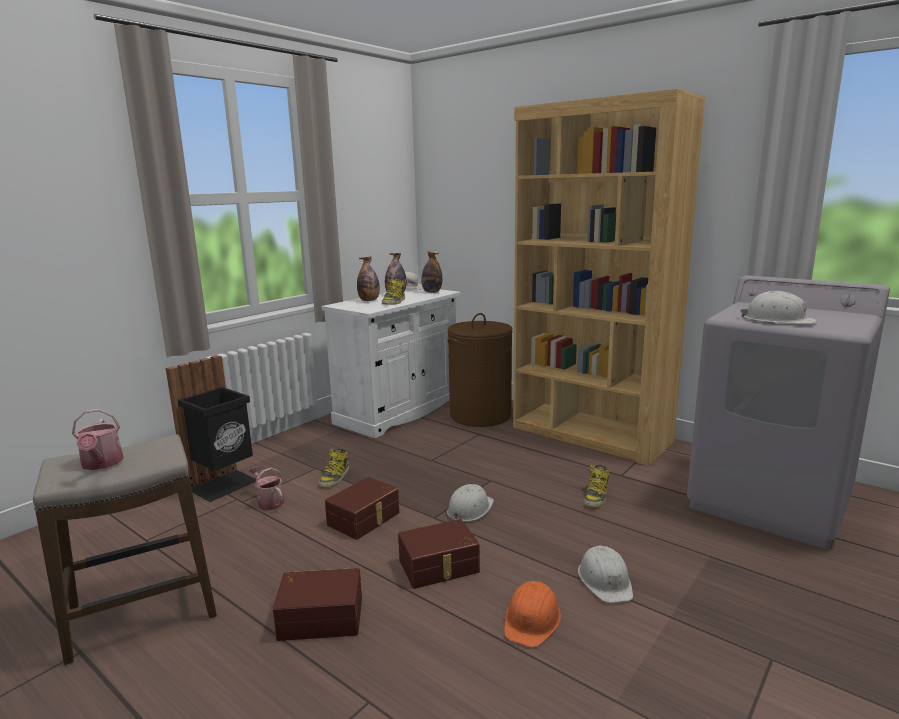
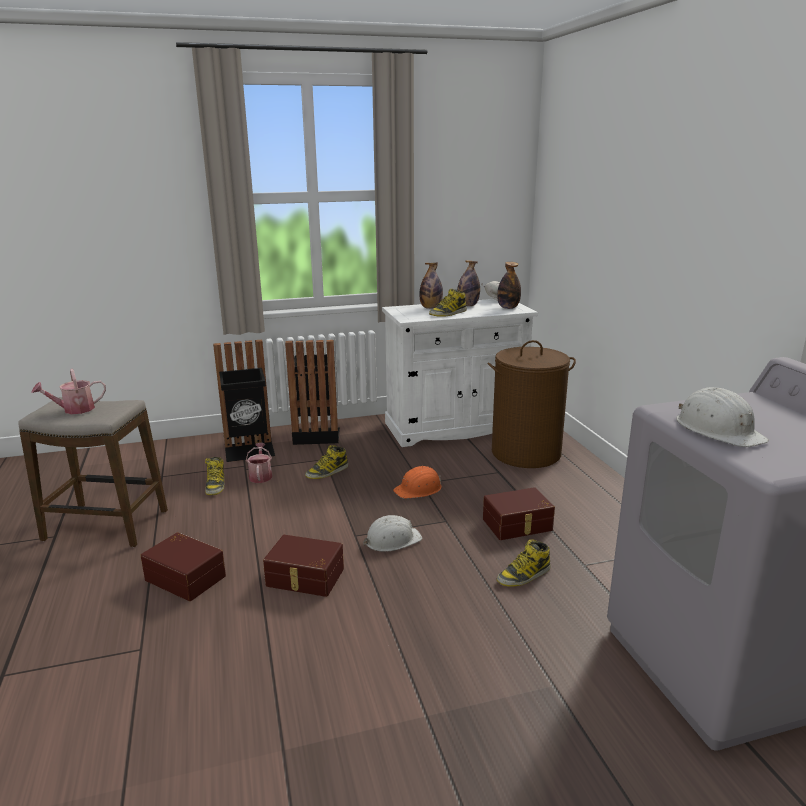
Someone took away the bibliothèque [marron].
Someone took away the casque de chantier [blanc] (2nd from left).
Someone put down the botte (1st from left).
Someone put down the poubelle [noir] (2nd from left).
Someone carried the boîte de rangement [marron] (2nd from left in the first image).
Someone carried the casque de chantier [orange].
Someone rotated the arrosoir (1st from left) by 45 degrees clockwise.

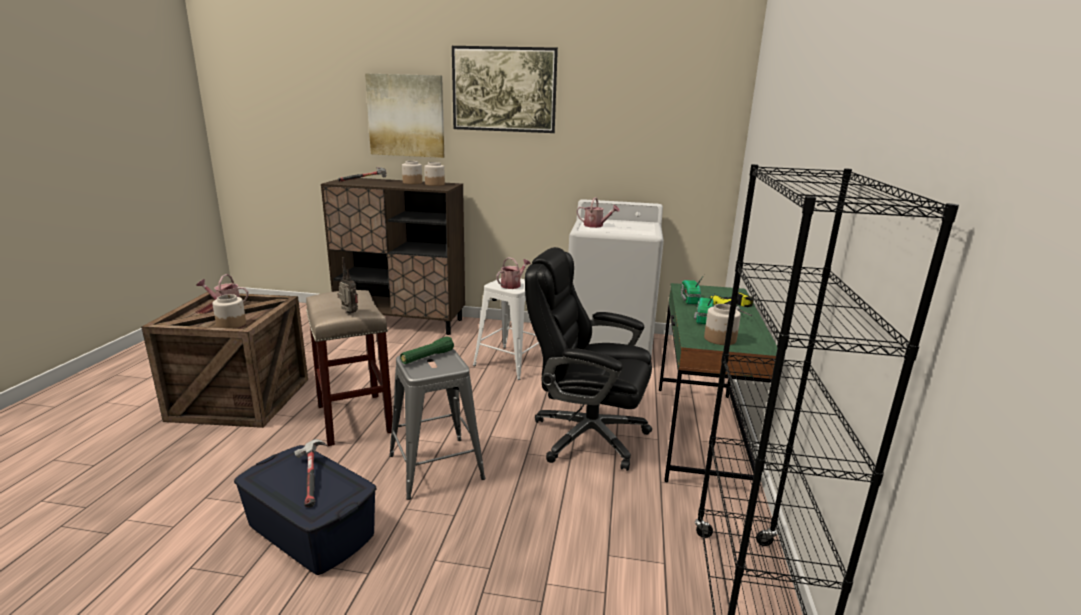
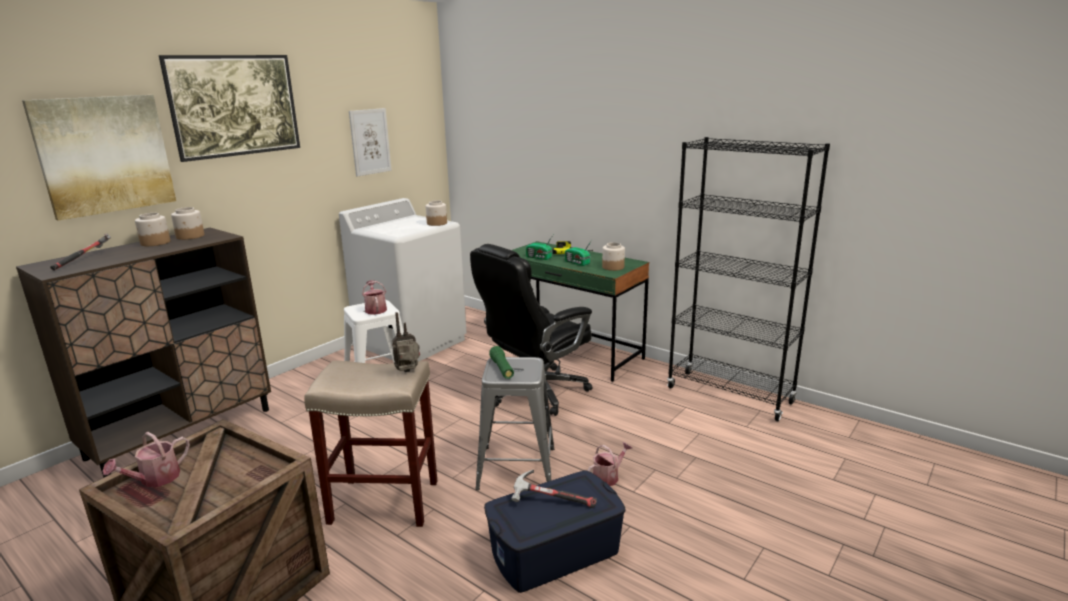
Someone put up the tableau (3rd from left).
Someone carried the bocal (1st from left in the first image).
Someone carried the arrosoir (3rd from left).

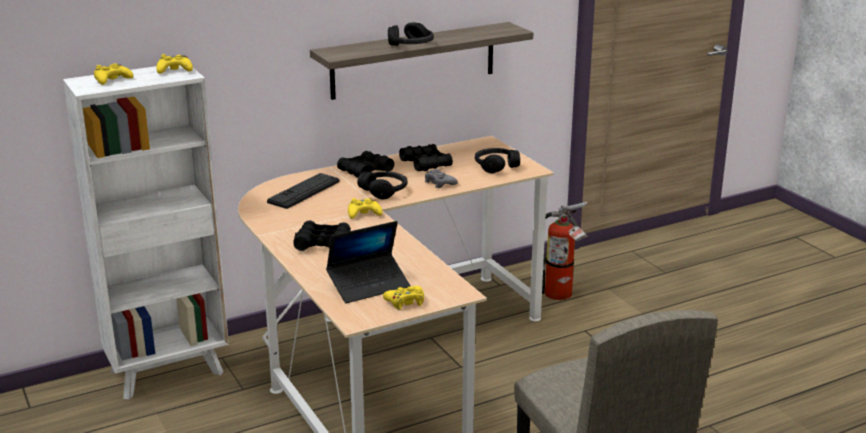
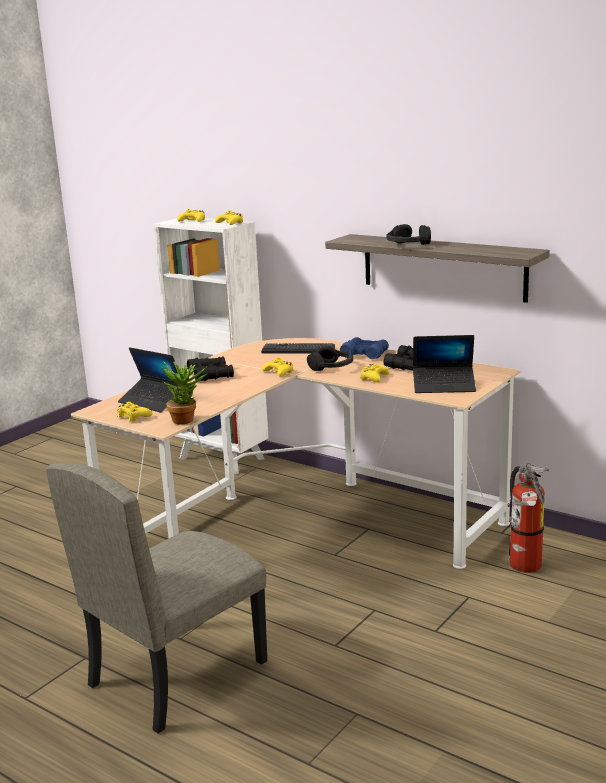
Someone put down the plante en pot.
Someone swapped the casque audio [noir] (3rd from left) for the ordinateur portable (2nd from left).
Someone repainted the jumelles [noir] (2nd from left), which became the jumelles [bleu].
Someone repainted the manette [gris], which became the manette [jaune] (5th from left).

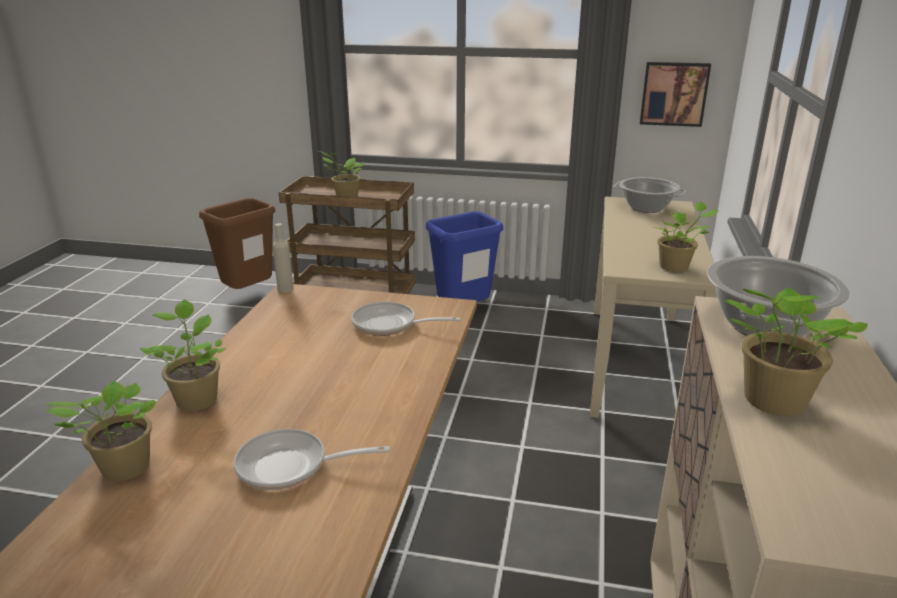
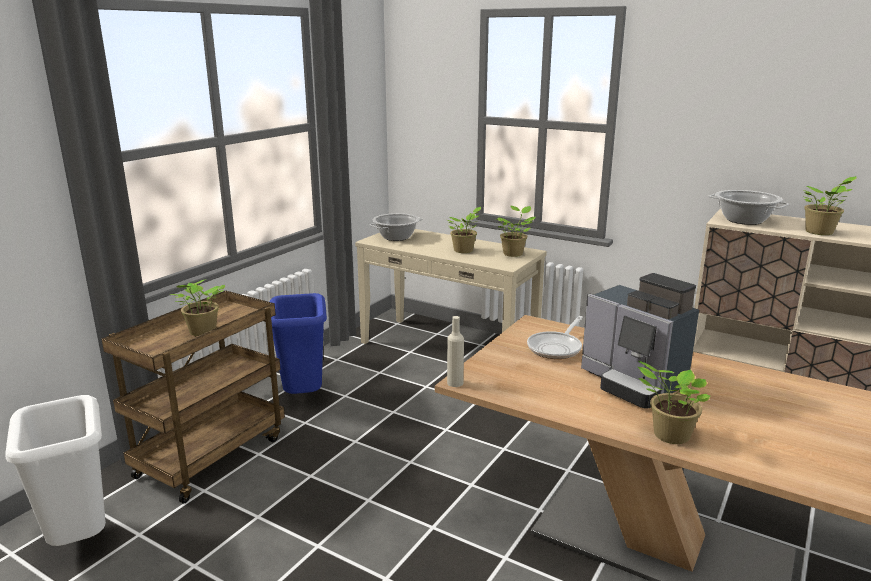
Someone took away the poêle (1st from left).
Someone took away the tableau.
Someone put down the machine à café.
Someone carried the plante en pot (1st from left in the first image).
Someone repainted the poubelle [marron], which became the poubelle [blanc].

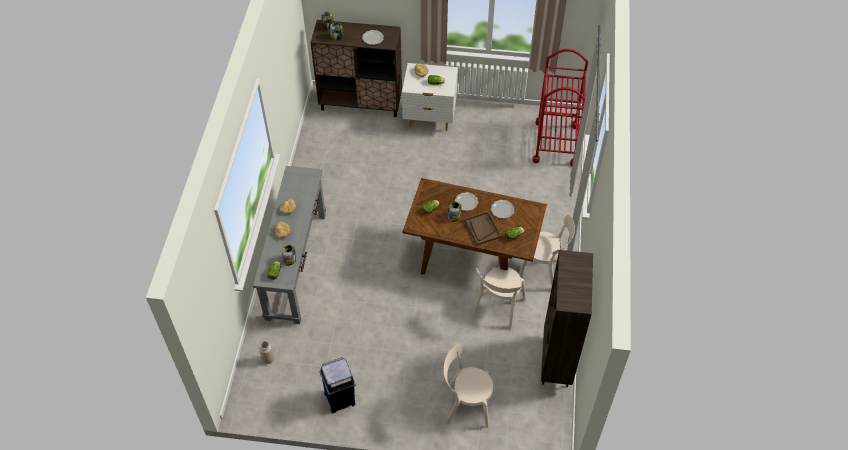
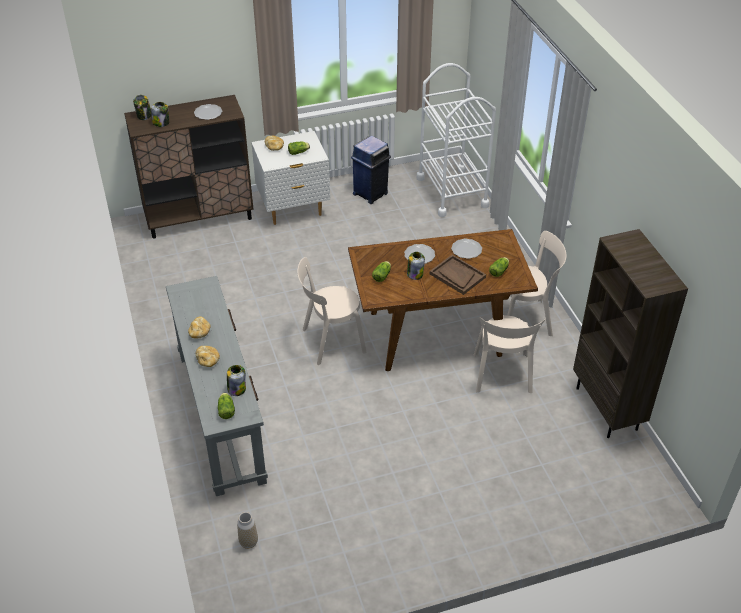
Someone carried the poubelle [bleu].
Someone carried the chaise [beige] (1st from left).
Someone repainted the chariot [rouge], which became the chariot [blanc].

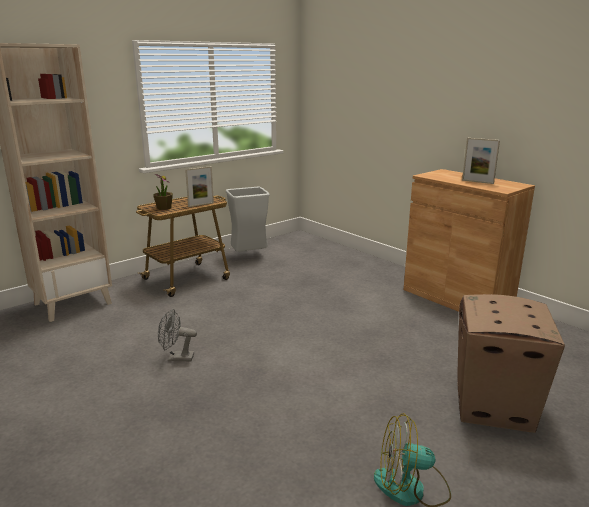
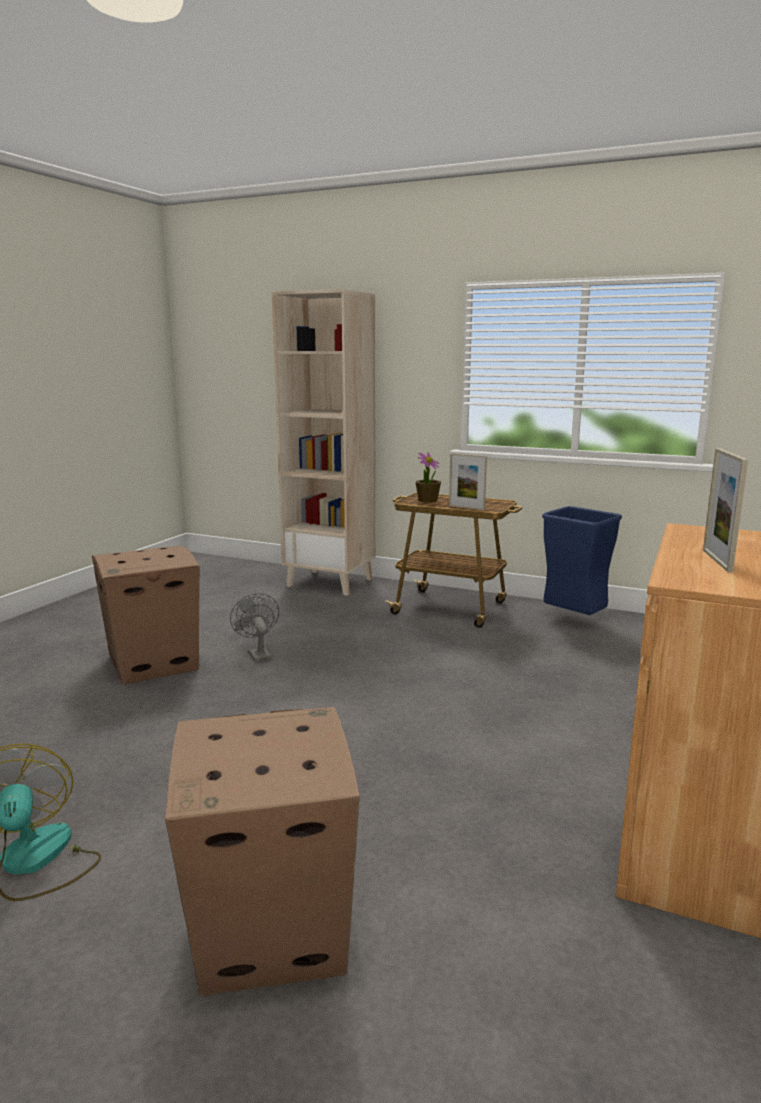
Someone put down the carton (1st from left).
Someone repainted the poubelle [gris], which became the poubelle [bleu].

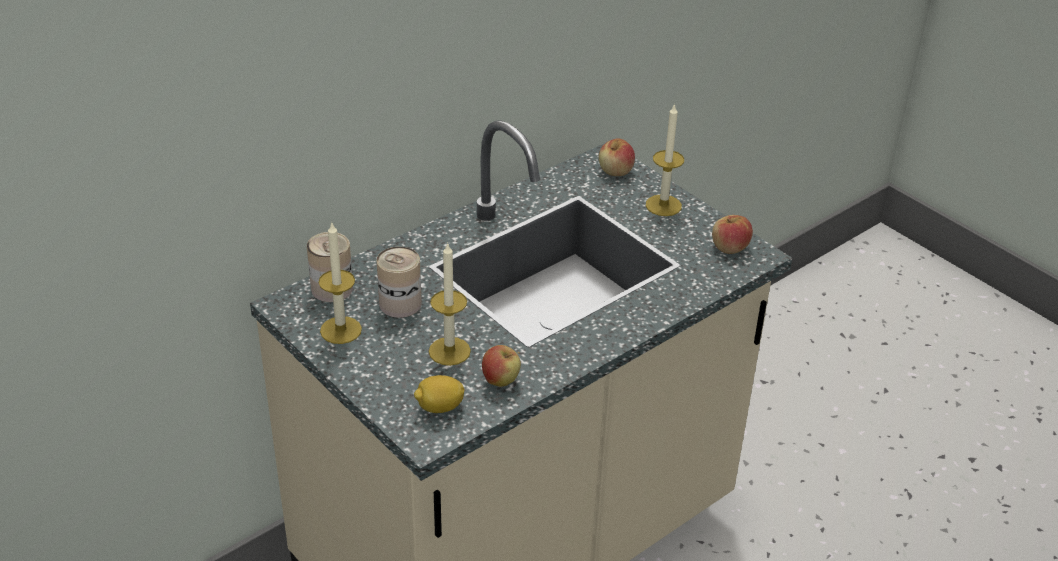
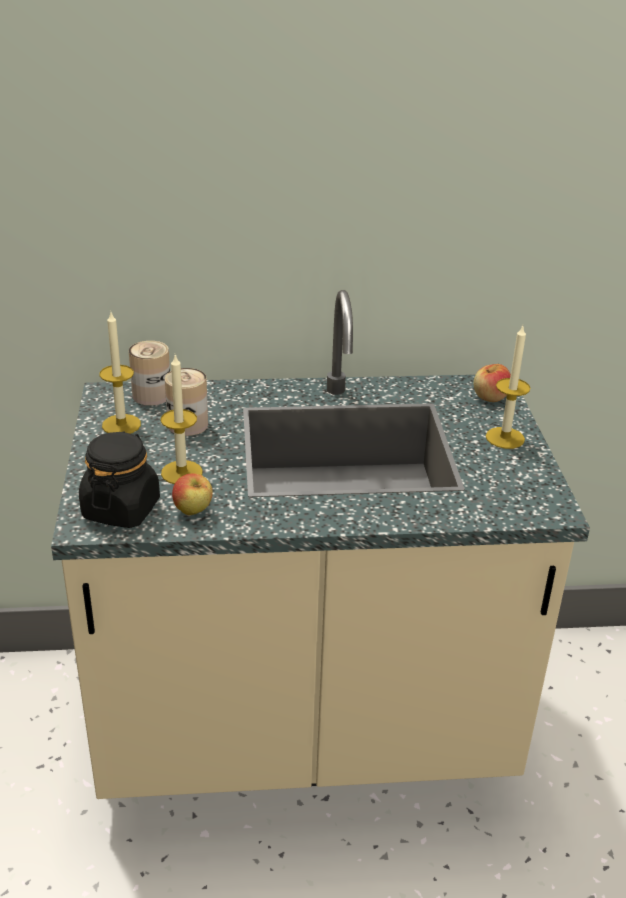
Someone took away the pomme (3rd from left).
Someone swapped the citron for the bocal [noir].

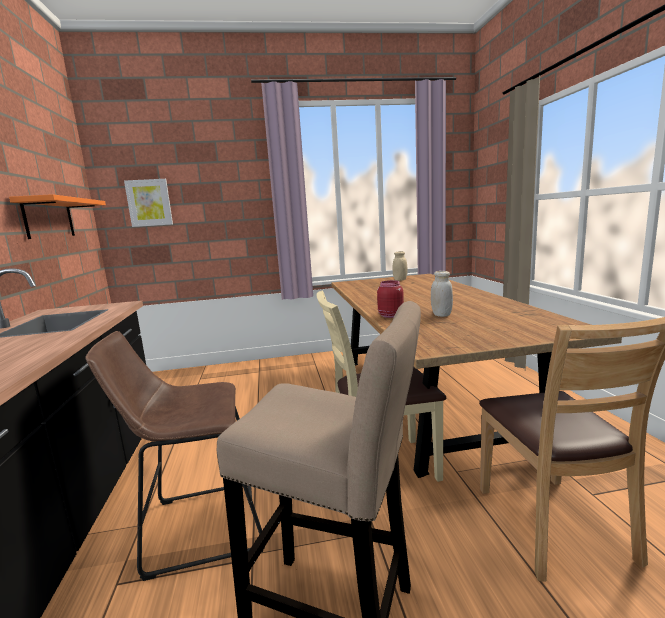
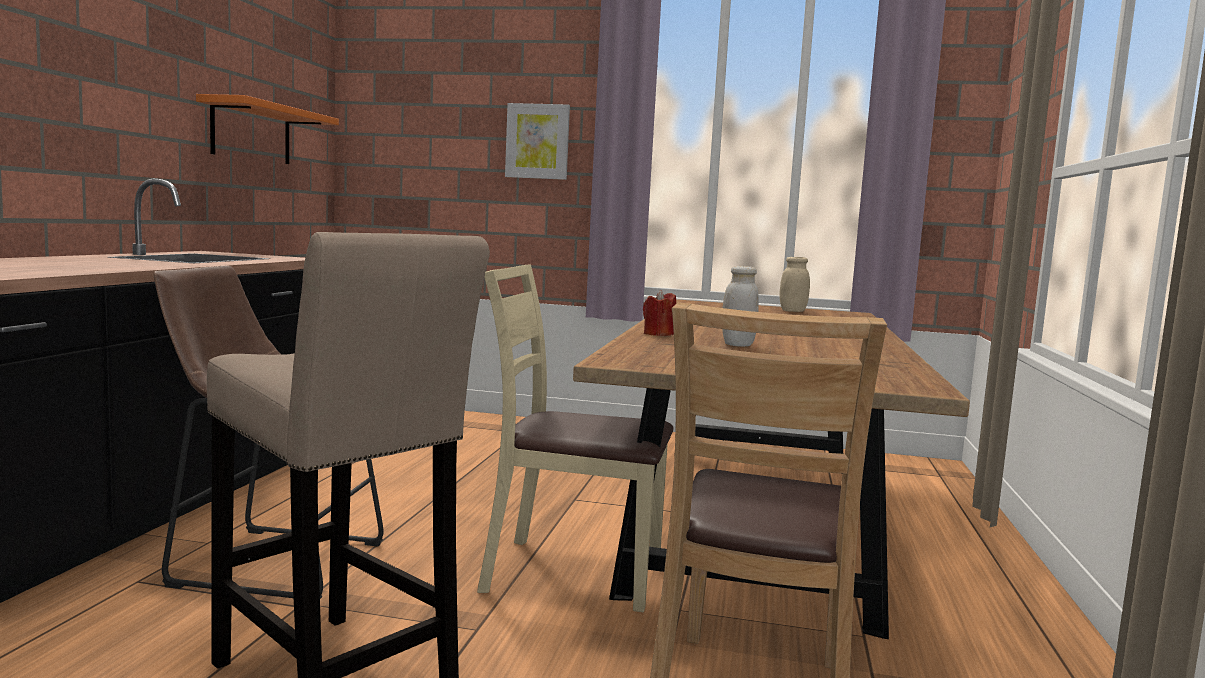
Someone carried the tableau.
Someone swapped the bocal [rouge] for the bougie [rouge].

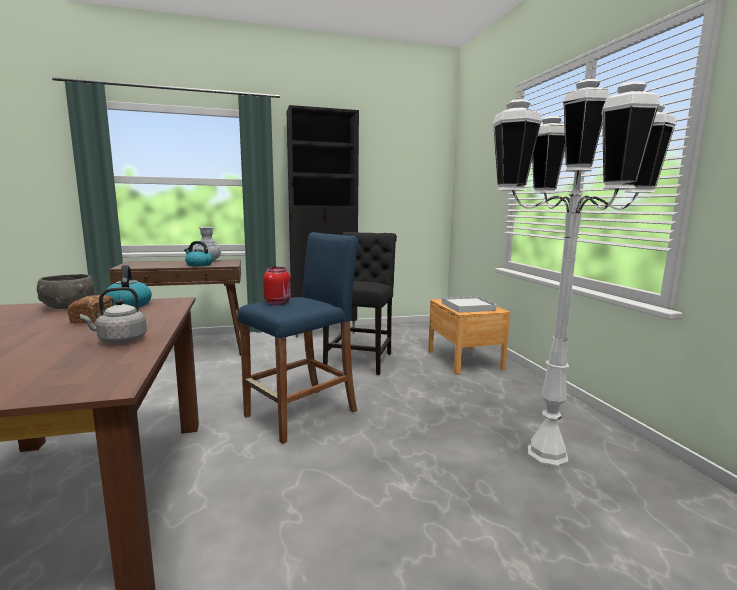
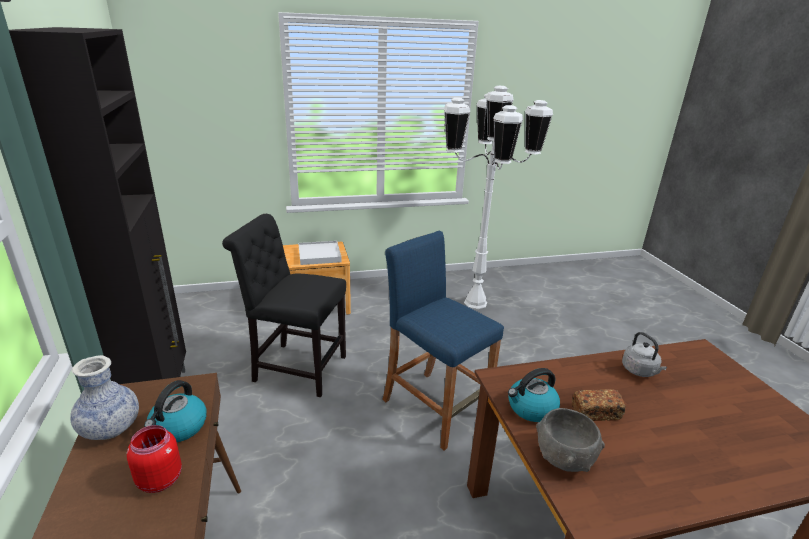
Someone carried the bocal [rouge].

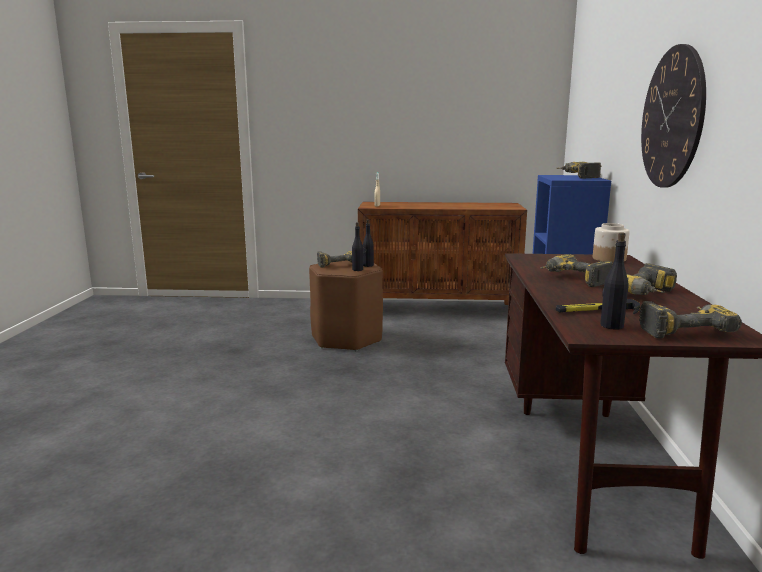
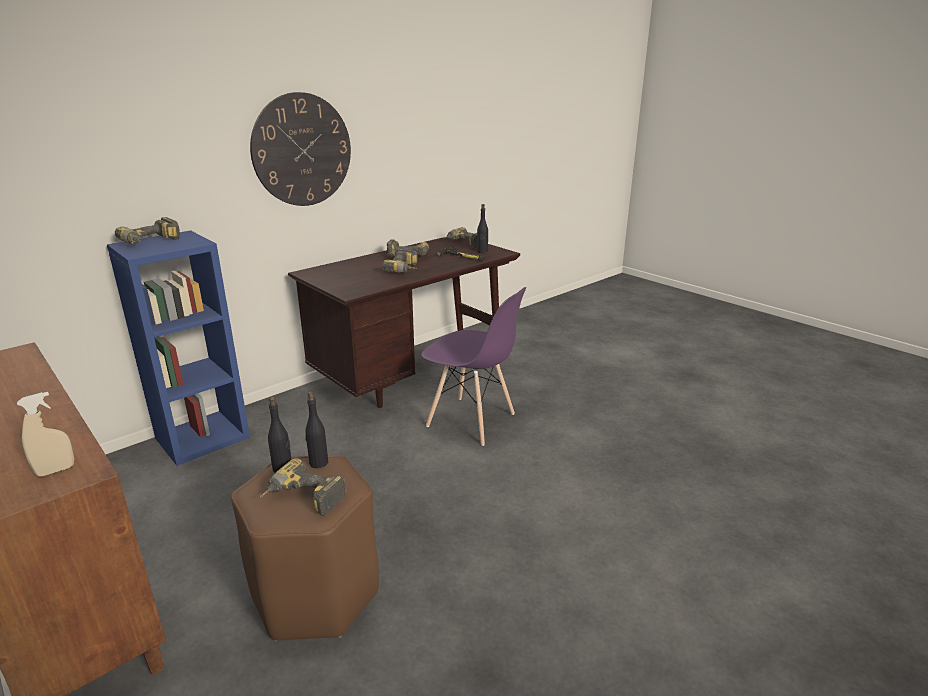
Someone took away the bocal.
Someone put down the chaise [violet].

